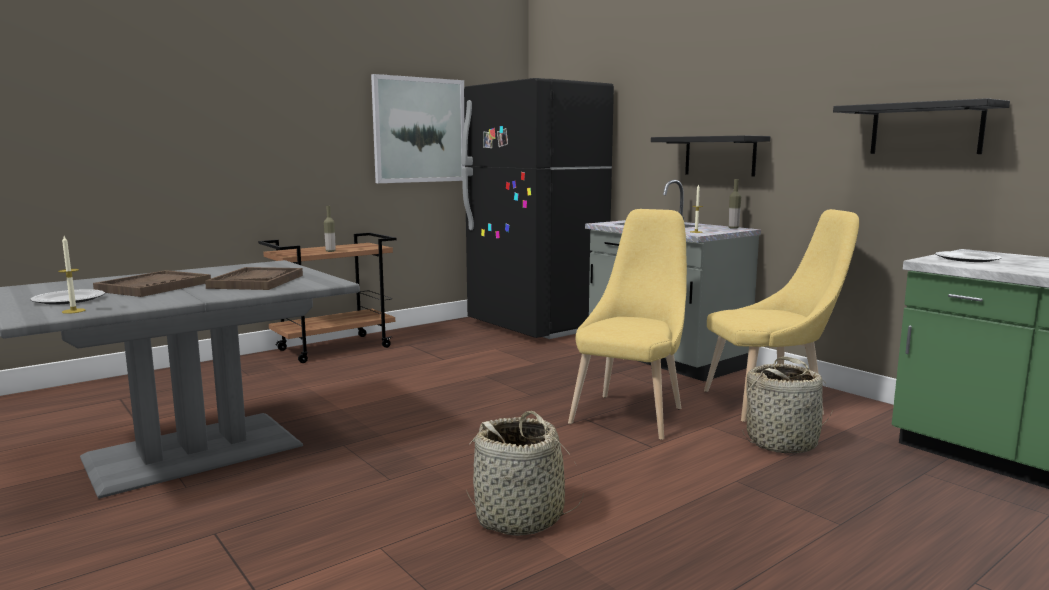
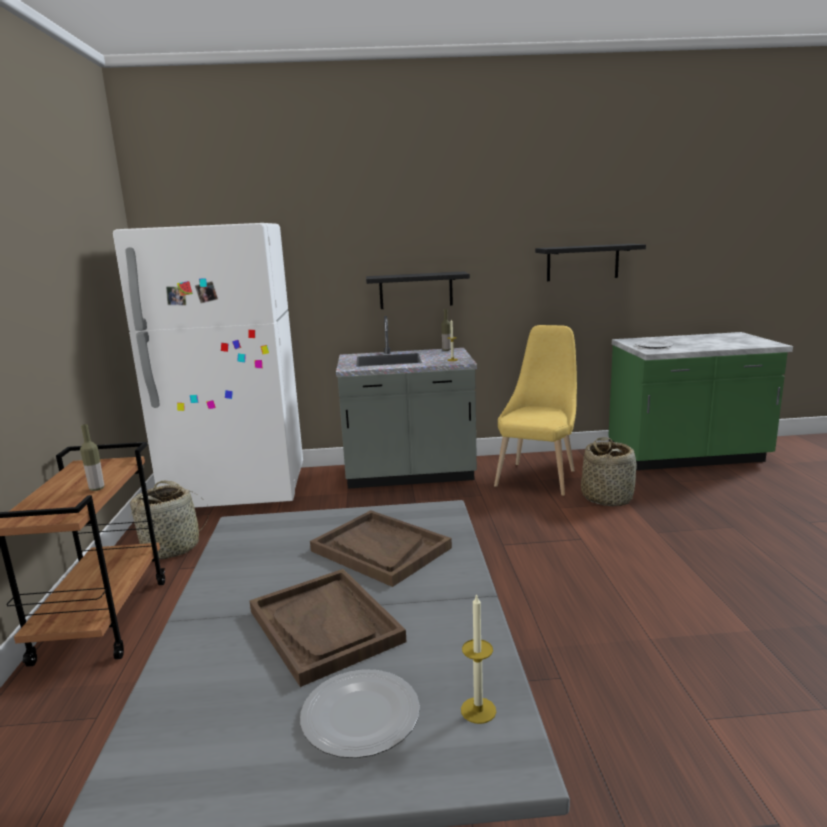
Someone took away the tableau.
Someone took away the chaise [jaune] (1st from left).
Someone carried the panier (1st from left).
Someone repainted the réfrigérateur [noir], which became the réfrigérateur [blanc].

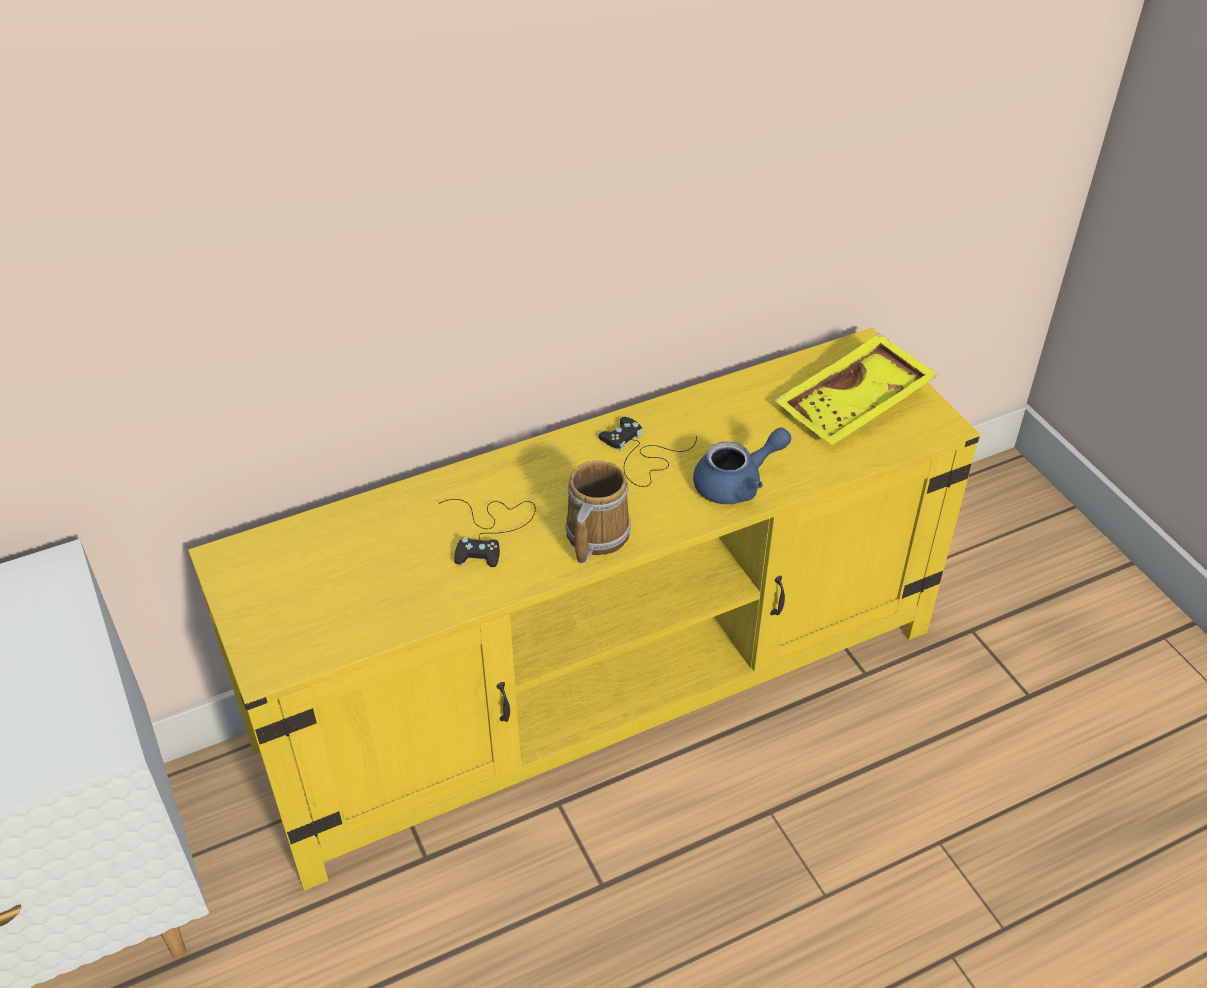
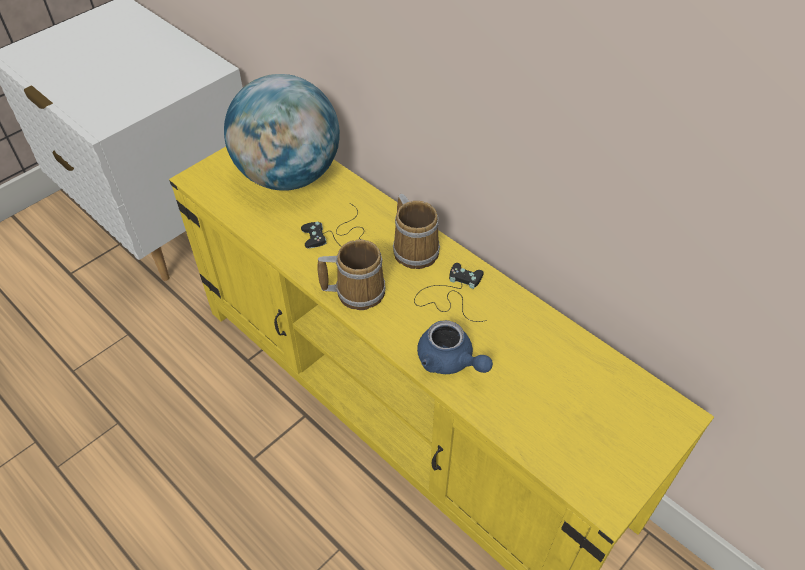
Someone took away the plateau [jaune].
Someone put down the globe.
Someone put down the mug (2nd from left).

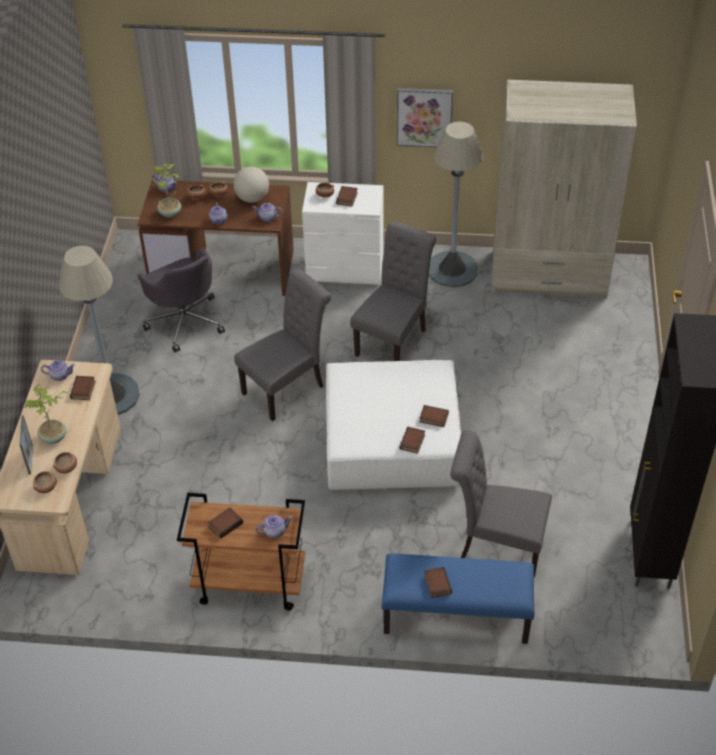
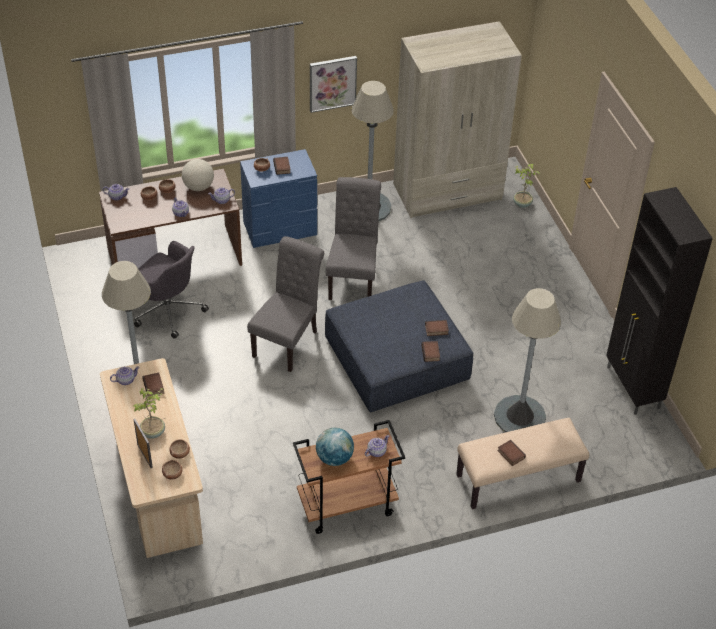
Someone carried the plante en pot (2nd from left).
Someone swapped the livre (2nd from left) for the globe (2nd from left).
Someone swapped the chaise [gris] (3rd from left) for the lampadaire [gris] (3rd from left).
Someone repainted the commode [blanc], which became the commode [bleu].
Someone repainted the pouf [blanc], which became the pouf [bleu].
Someone repainted the banc [bleu], which became the banc [beige].

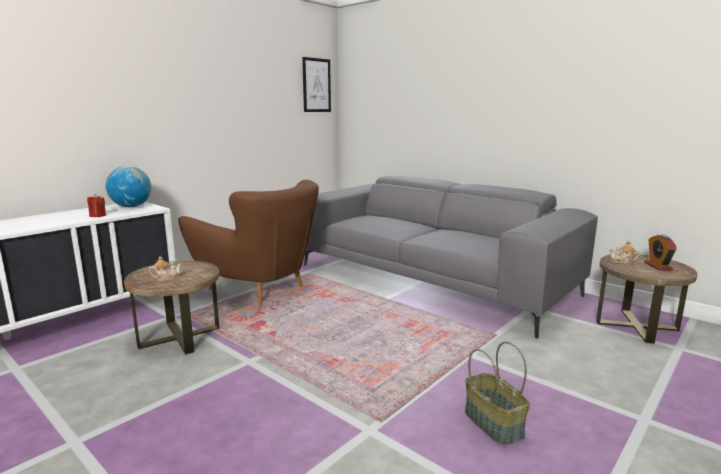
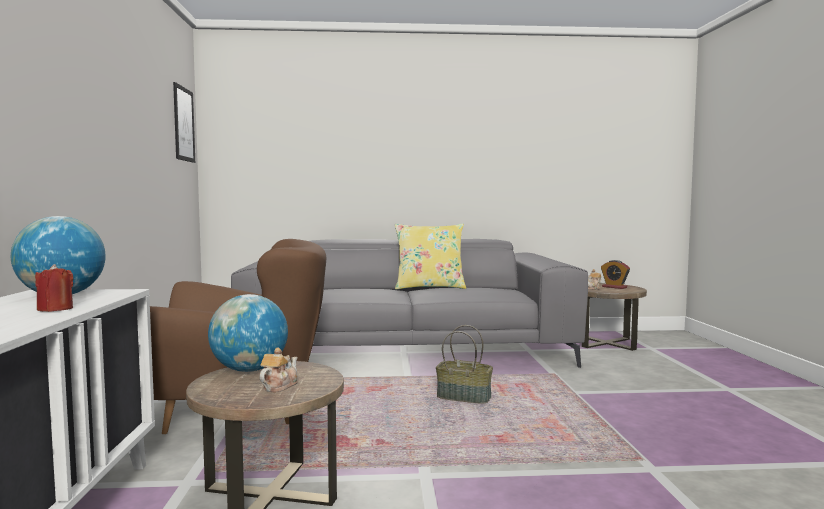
Someone put down the globe (2nd from left).
Someone put down the coussin [jaune].
Someone carried the panier.

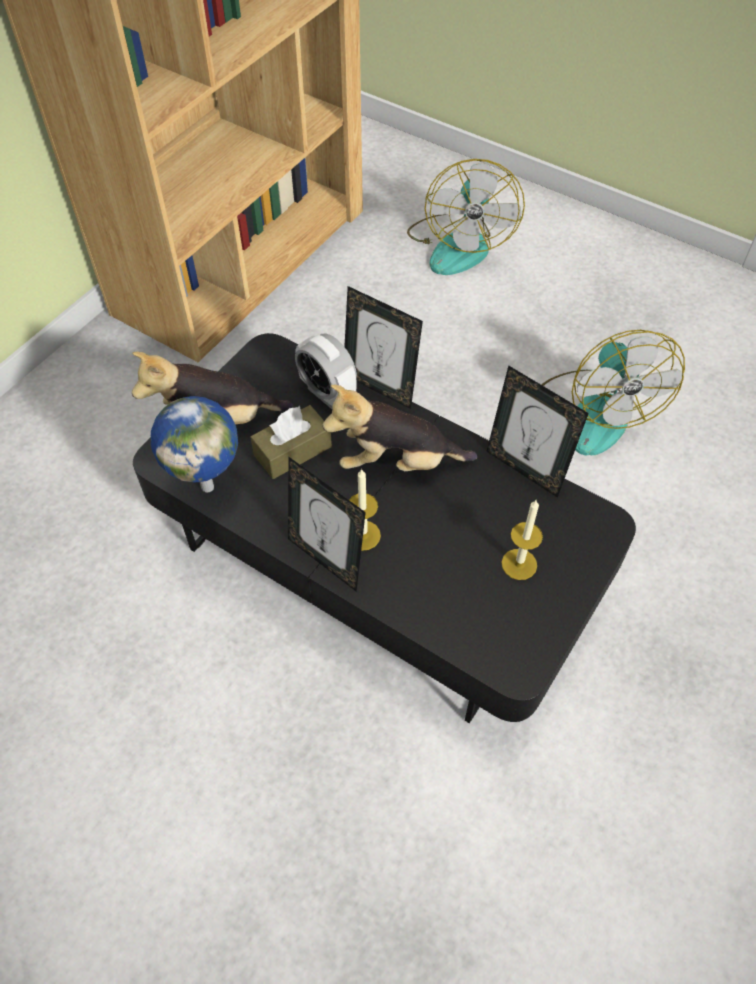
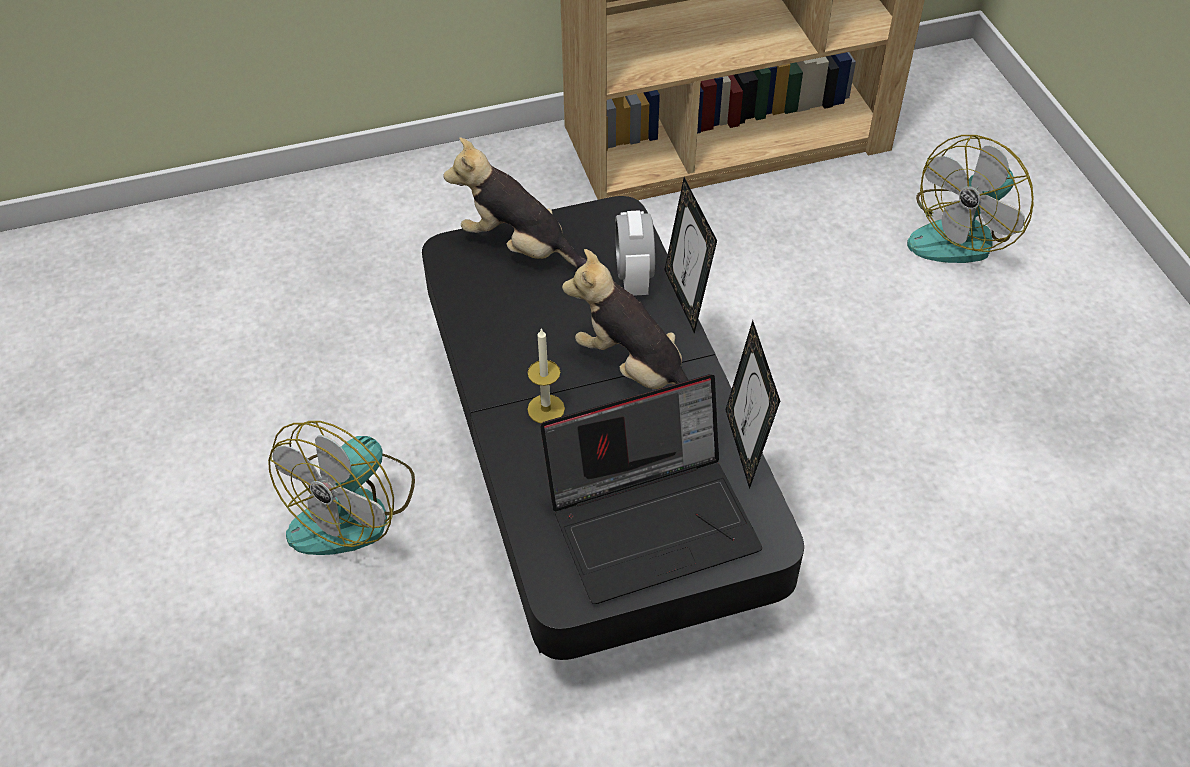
Someone took away the globe.
Someone took away the boîte à mouchoirs [marron].
Someone took away the cadre photo (1st from left).
Someone carried the ventilateur (2nd from left in the first image).
Someone swapped the bougie (2nd from left) for the ordinateur portable.

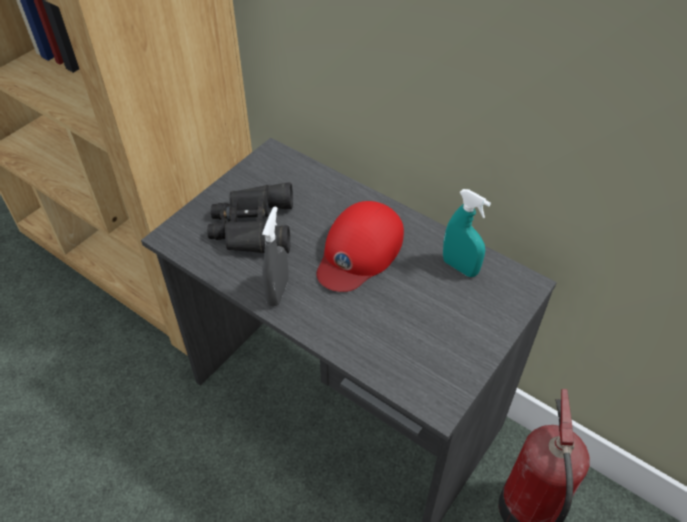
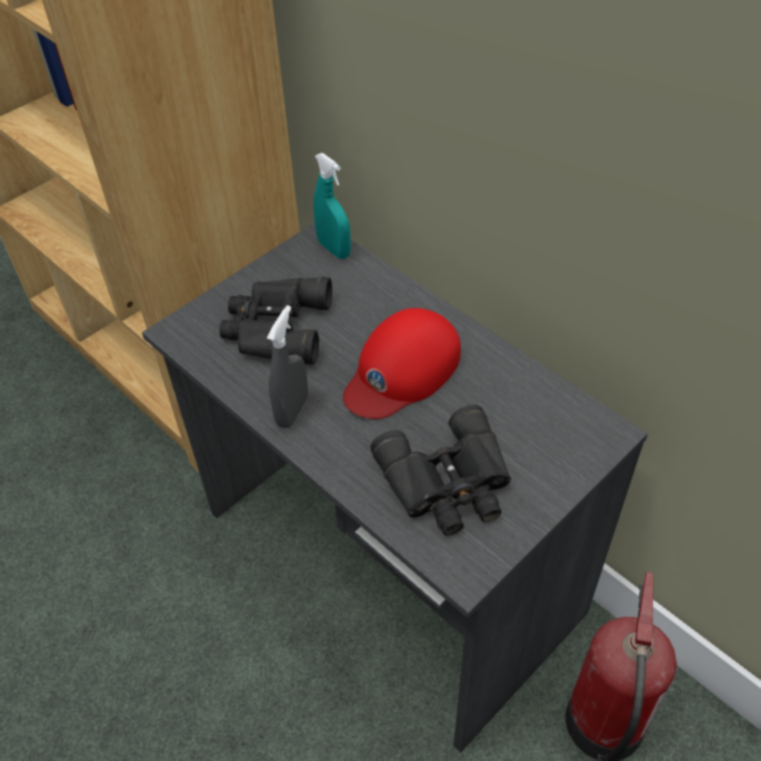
Someone put down the jumelles [noir] (2nd from left).
Someone carried the vaporisateur [turquoise].

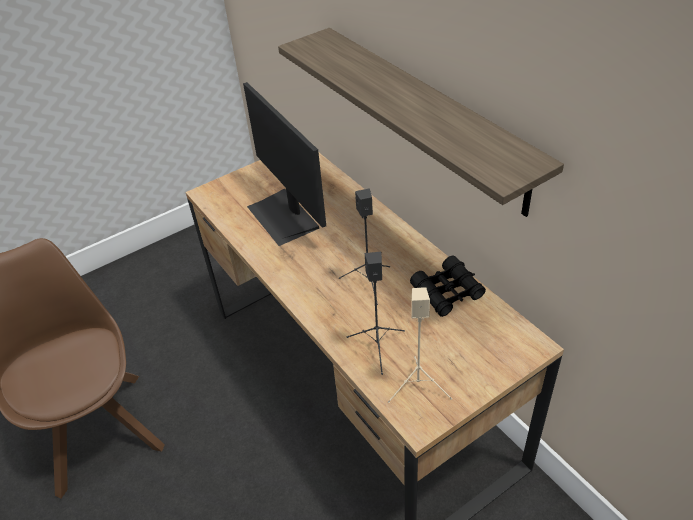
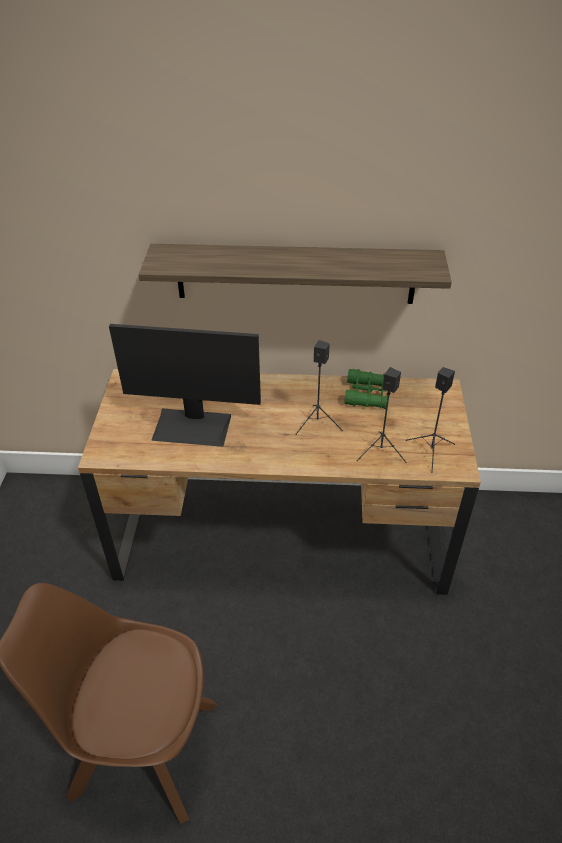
Someone repainted the enceinte [beige], which became the enceinte [noir] (3rd from left).
Someone repainted the jumelles [noir], which became the jumelles [vert].

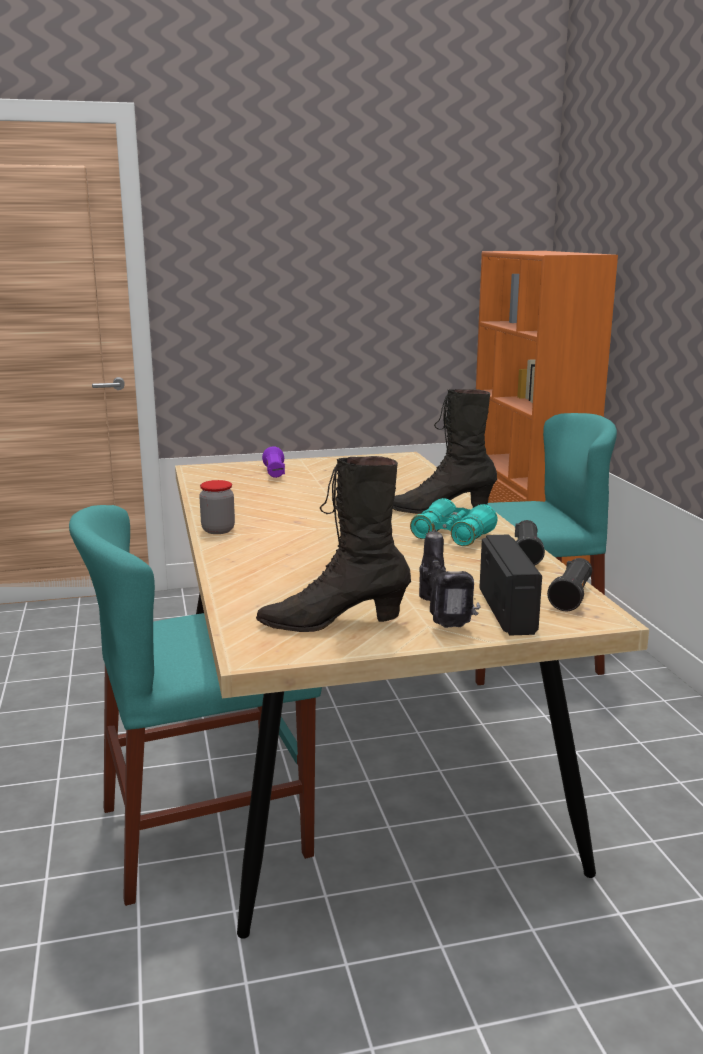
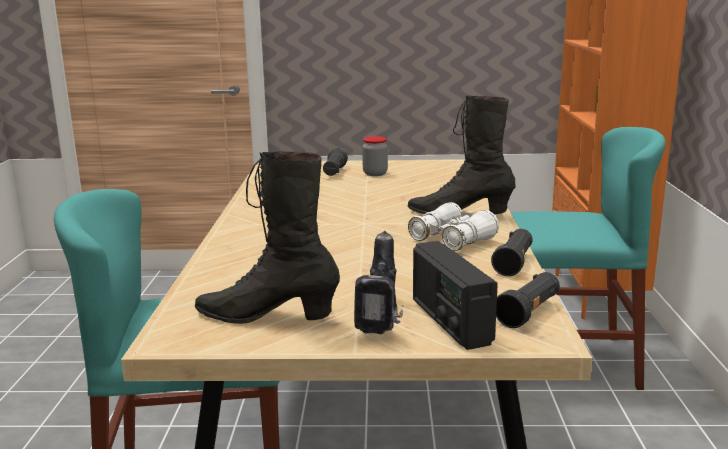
Someone carried the bocal.
Someone repainted the lampe de poche [violet], which became the lampe de poche [noir] (1st from left).
Someone repainted the jumelles [turquoise], which became the jumelles [blanc].
Someone rotated the radio by 150 degrees clockwise.

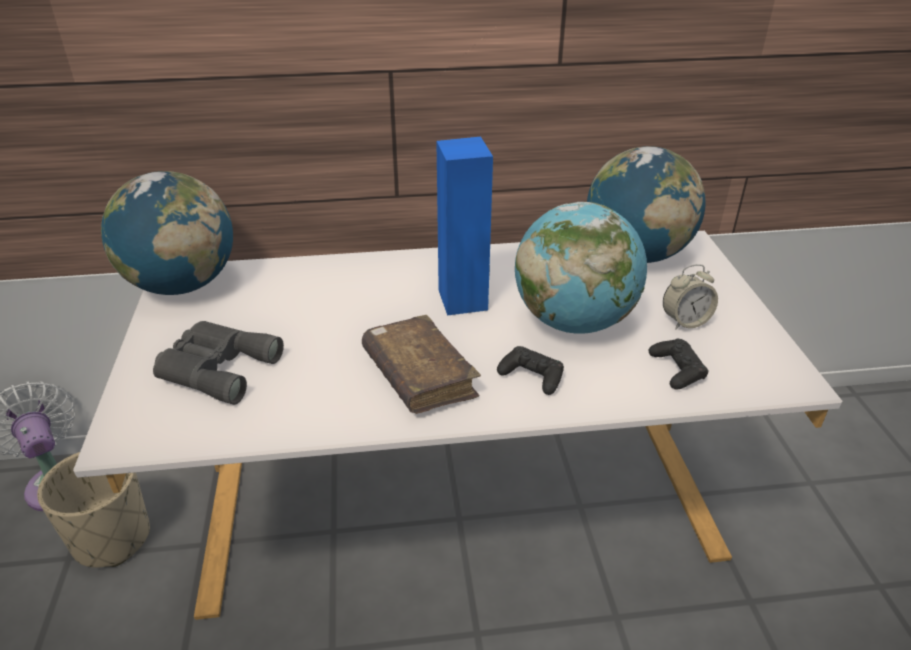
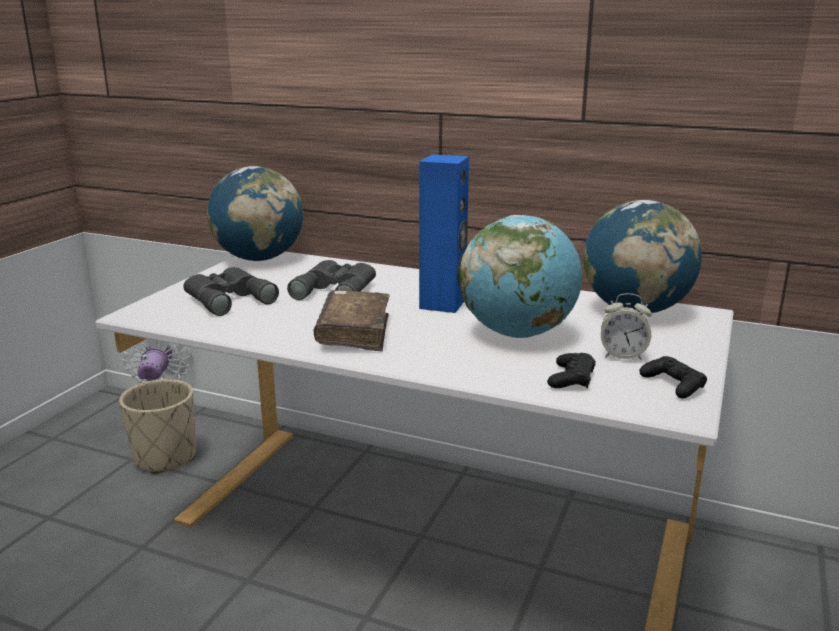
Someone put down the jumelles [gris] (2nd from left).
Someone carried the manette [noir] (1st from left in the first image).

